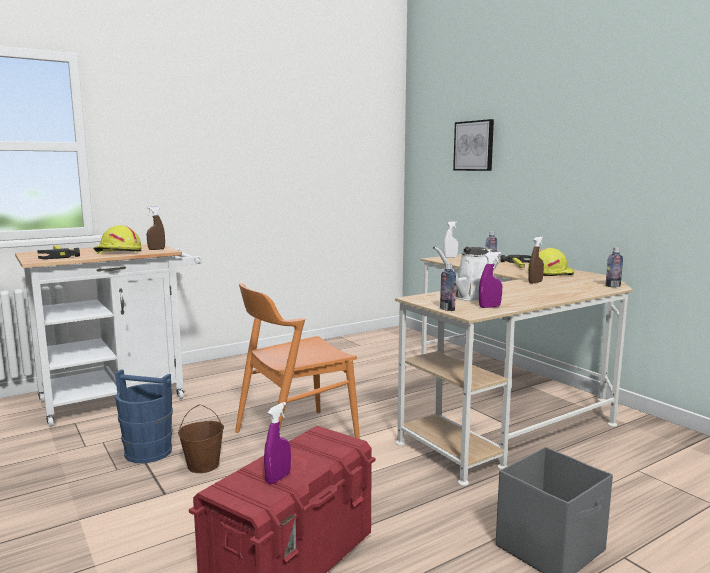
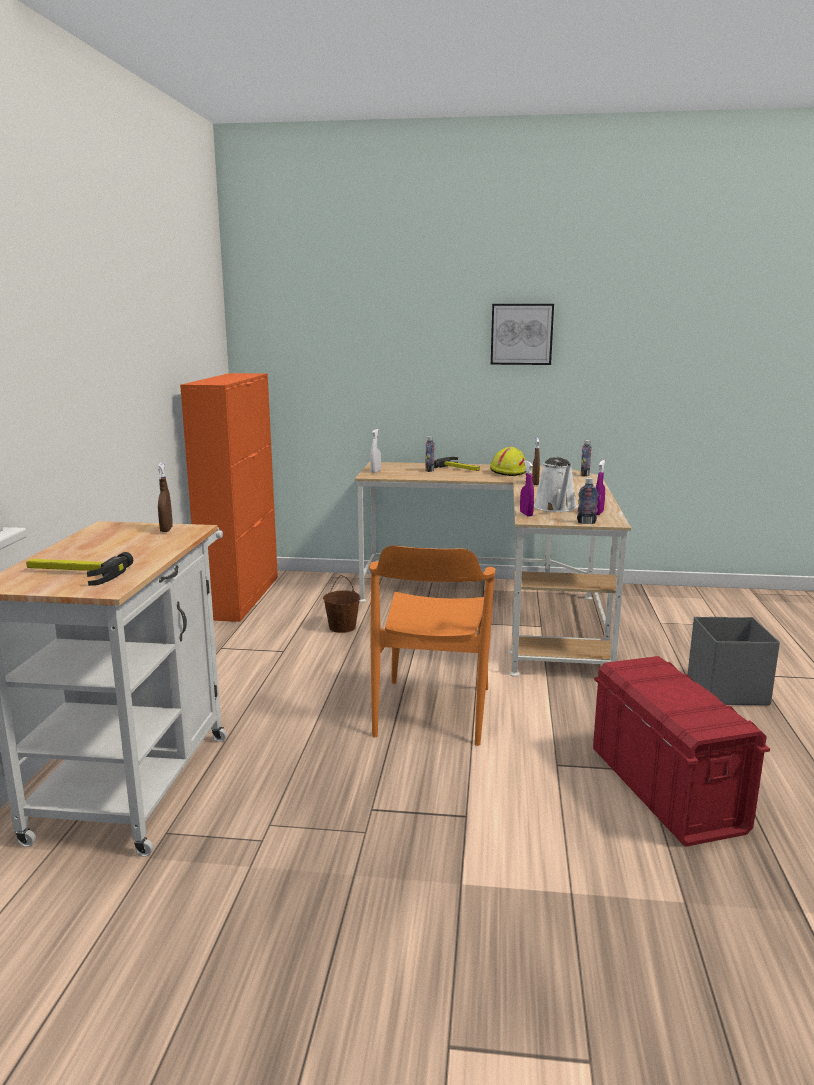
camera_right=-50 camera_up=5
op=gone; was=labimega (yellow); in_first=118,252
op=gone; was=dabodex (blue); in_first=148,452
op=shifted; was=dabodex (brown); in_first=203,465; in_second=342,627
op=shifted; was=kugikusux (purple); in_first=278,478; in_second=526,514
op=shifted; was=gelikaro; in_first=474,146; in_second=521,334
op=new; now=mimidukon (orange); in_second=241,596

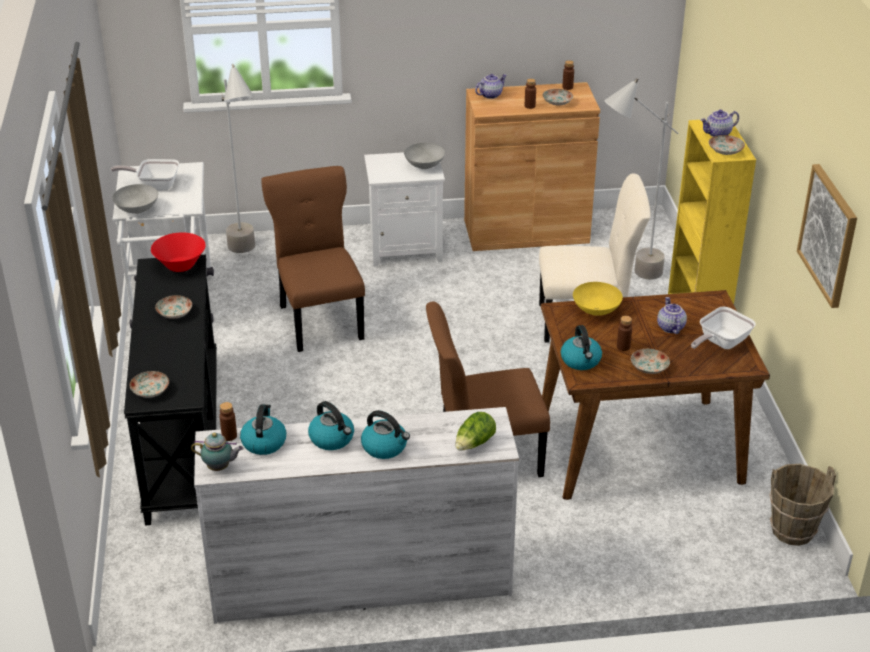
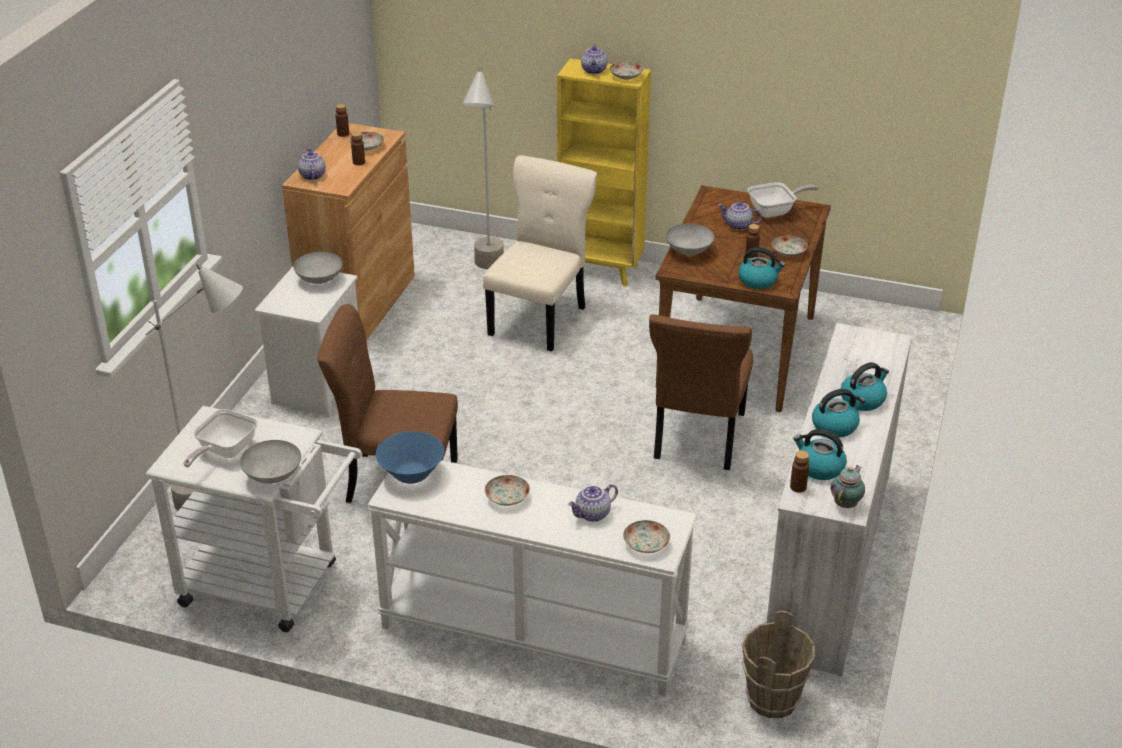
camera_right=-65 camera_up=0
op=repainted; was=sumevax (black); now=sumevax (white); in_first=181,437; in_second=531,635
op=repainted; was=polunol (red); now=polunol (blue); in_first=180,265; in_second=411,474
op=gone; was=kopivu; in_first=474,443
op=repainted; was=polunol (yellow); now=polunol (grey); in_first=597,310; in_second=689,251
op=rotated; was=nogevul; in_first=720,343; in_second=775,211; clockwise=-90
op=shifted; was=dabodex (brown); in_first=793,531; in_second=773,700
op=gone; was=gelikaro; in_first=828,235
op=new; now=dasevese; in_second=593,515

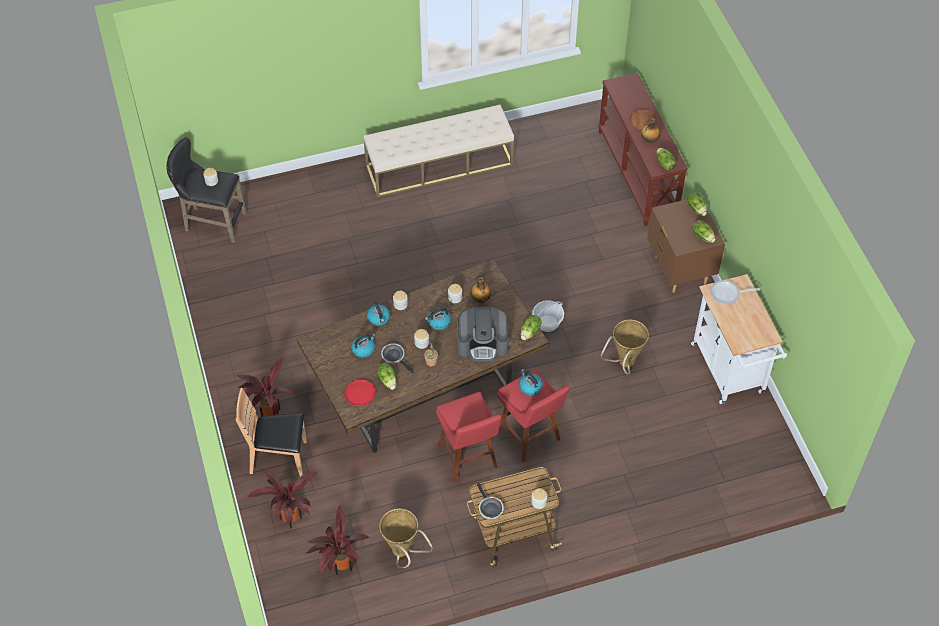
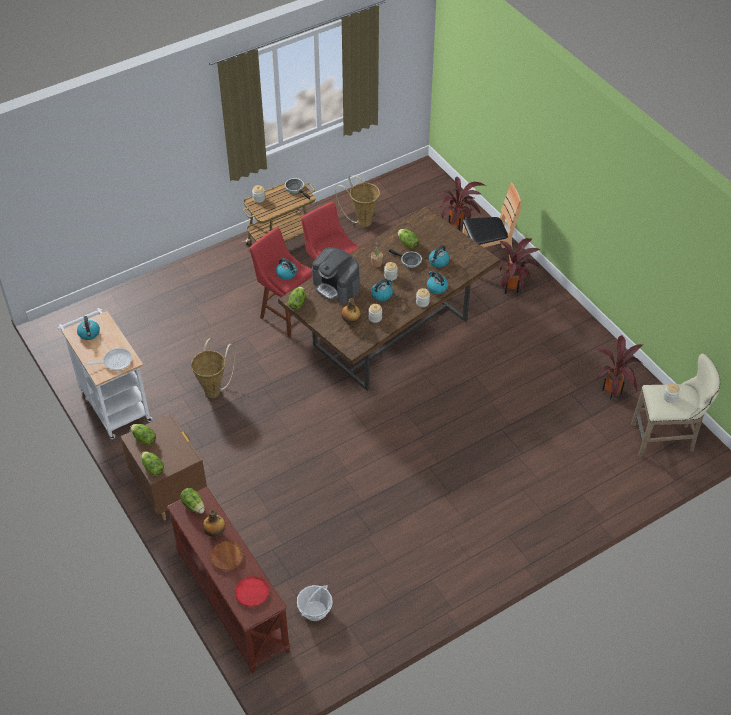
camera_right=165 camera_up=-5
op=repainted; was=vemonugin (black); now=vemonugin (beige); in_first=212,222; in_second=666,439
op=shifted; was=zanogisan; in_first=340,565; in_second=614,392
op=shifted; was=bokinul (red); in_first=360,394; in_second=252,592
op=gone; was=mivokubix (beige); in_first=439,165
op=rotated; was=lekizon; in_first=483,343; in_second=336,286; clockwise=-120
op=shifted; was=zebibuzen; in_first=547,323; in_second=315,610
op=new; now=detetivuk; in_second=89,333

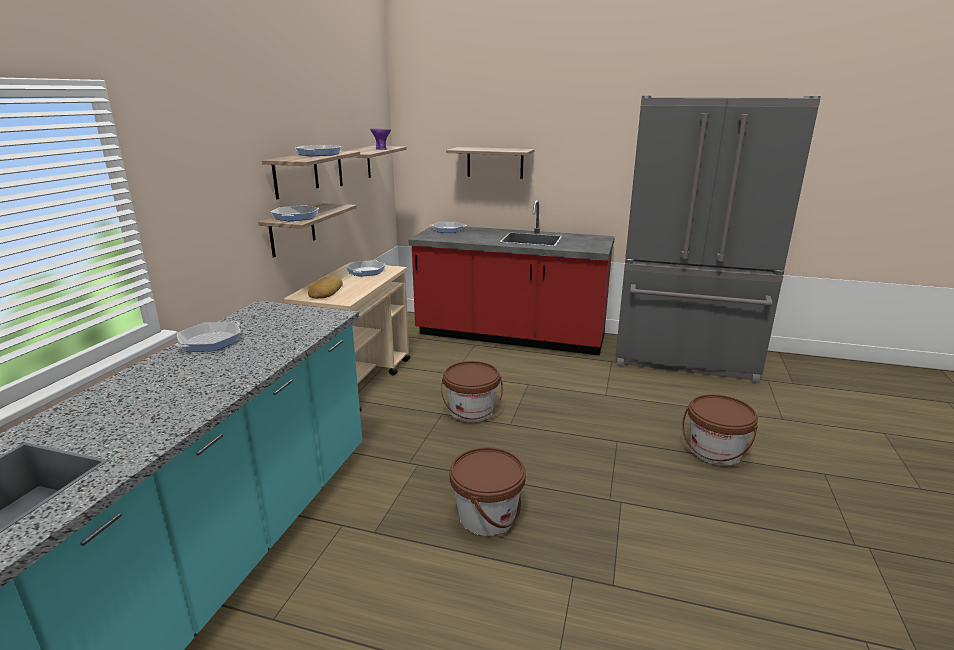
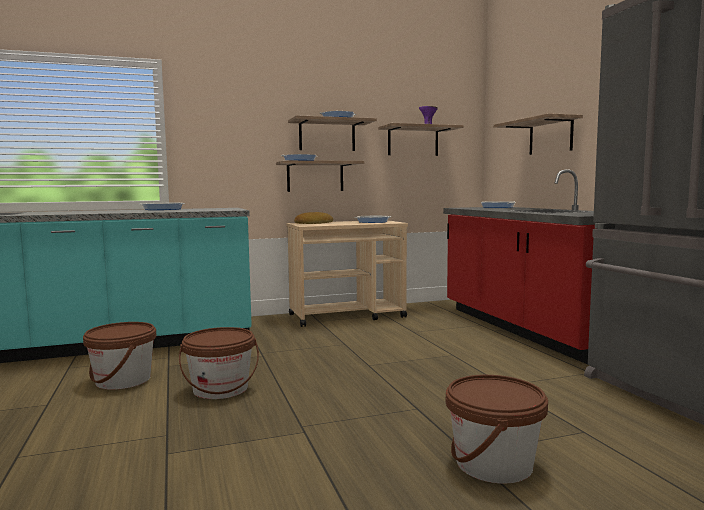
camera_right=55 camera_up=-15
op=shifted; was=dabodex (brown); in_first=471,411; in_second=123,380

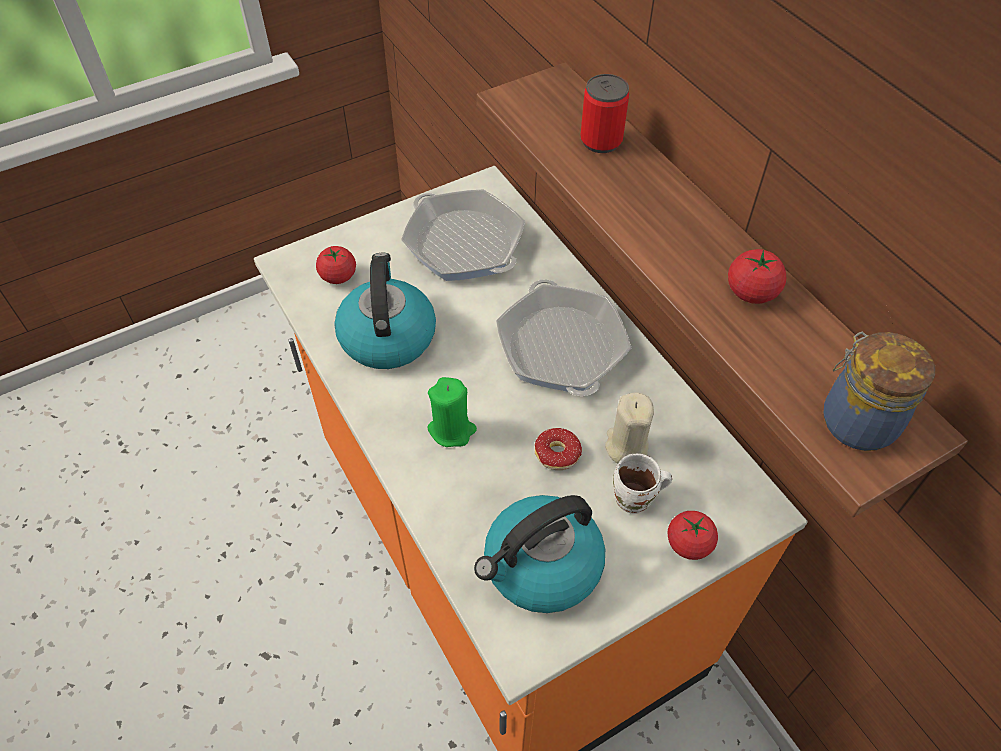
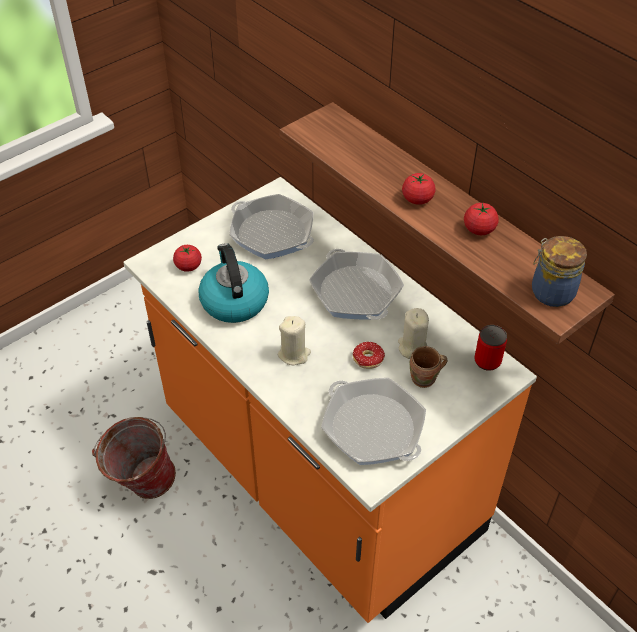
camera_right=-10 camera_up=-5
op=repainted; was=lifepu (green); now=lifepu (beige); in_first=452,430; in_second=294,354
op=swapped; was=detetivuk; now=nogevul; in_first=541,566; in_second=373,427
op=shifted; was=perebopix; in_first=601,141; in_second=487,361
op=repainted; was=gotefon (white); now=gotefon (brown); in_first=635,500; in_second=425,379
op=shifted; was=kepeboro; in_first=689,544; in_second=417,199
op=new; now=dabodex; in_second=141,484

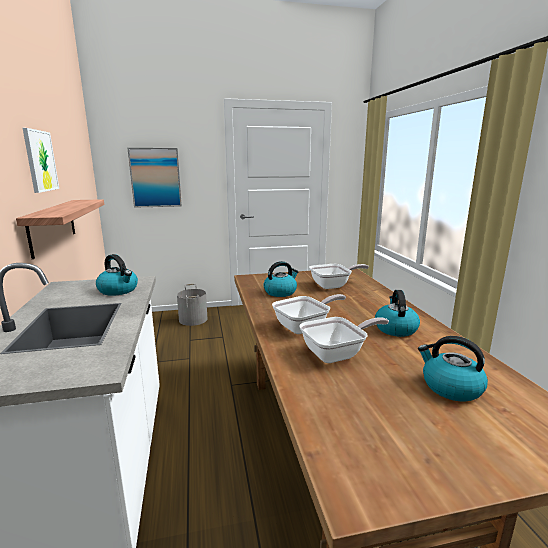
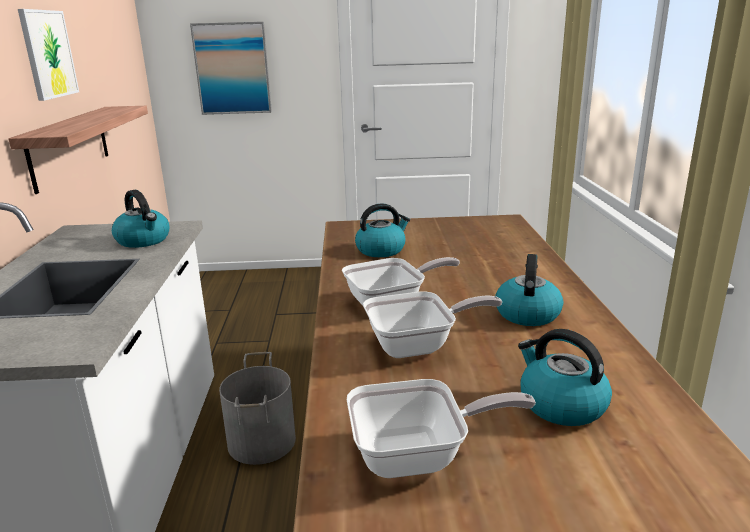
camera_right=10 camera_up=5
op=shifted; was=dabodex (grey); in_first=193,319; in_second=263,441
op=shifted; was=nogevul; in_first=333,285; in_second=419,456

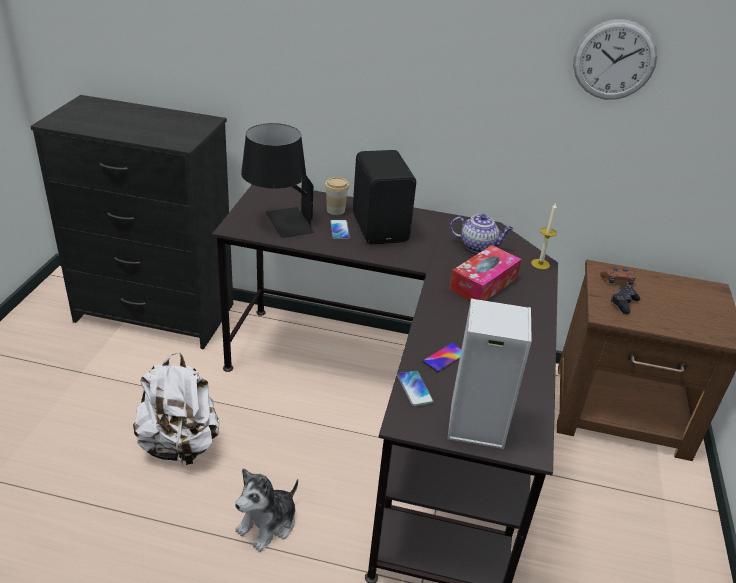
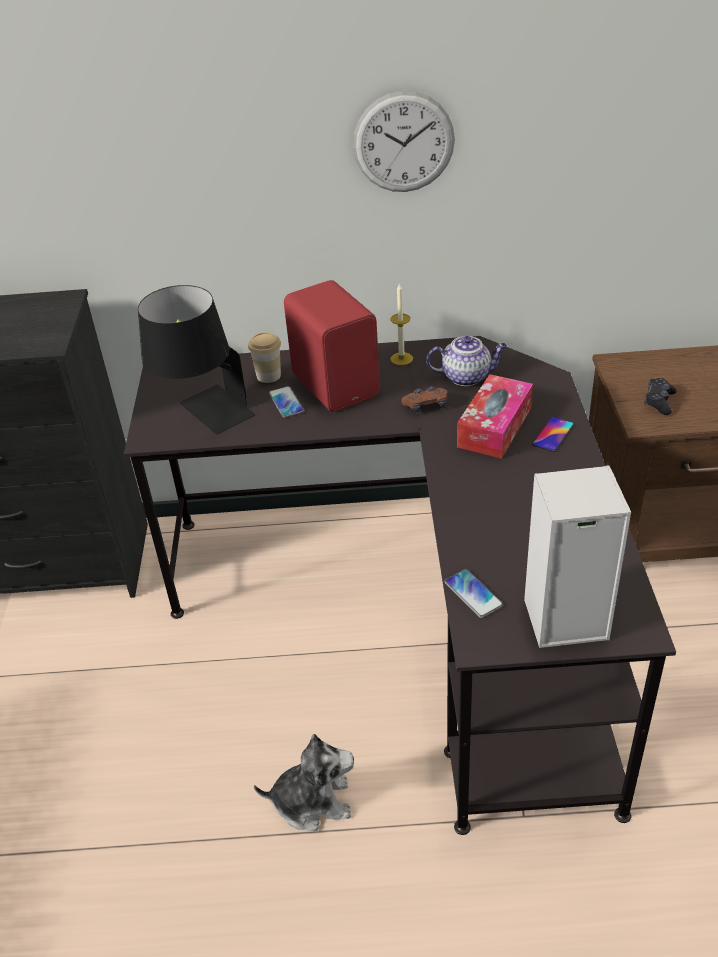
camera_right=-10 camera_up=5
op=gone; was=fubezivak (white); in_first=180,445
op=rotated; was=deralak; in_first=268,524; in_second=312,801; clockwise=-120
op=repainted; was=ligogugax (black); now=ligogugax (red); in_first=381,227; in_second=337,384
op=shifted; was=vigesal; in_first=444,357; in_second=553,434
op=shifted; was=lifepu; in_first=540,264; in_second=401,359
op=shifted; was=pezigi; in_first=614,60; in_second=403,142
op=shifted; was=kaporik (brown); in_first=617,281; in_second=426,405

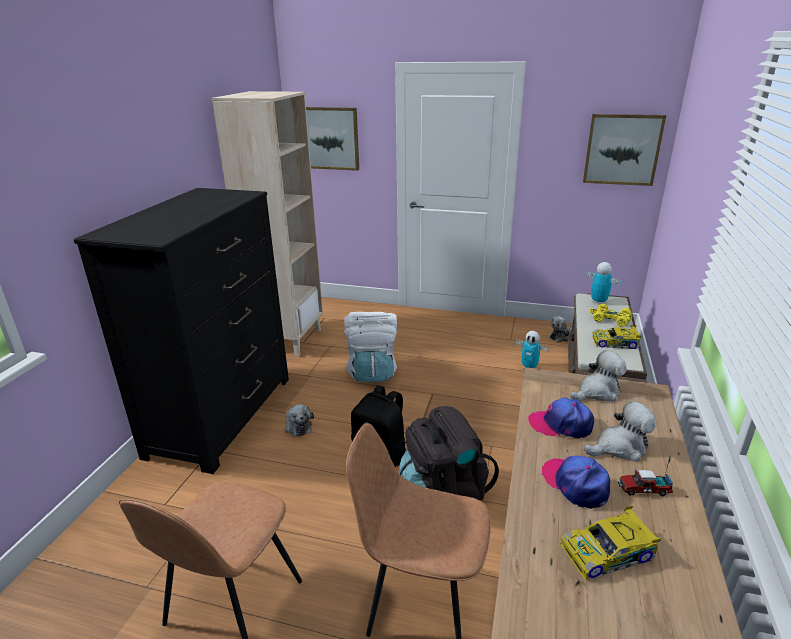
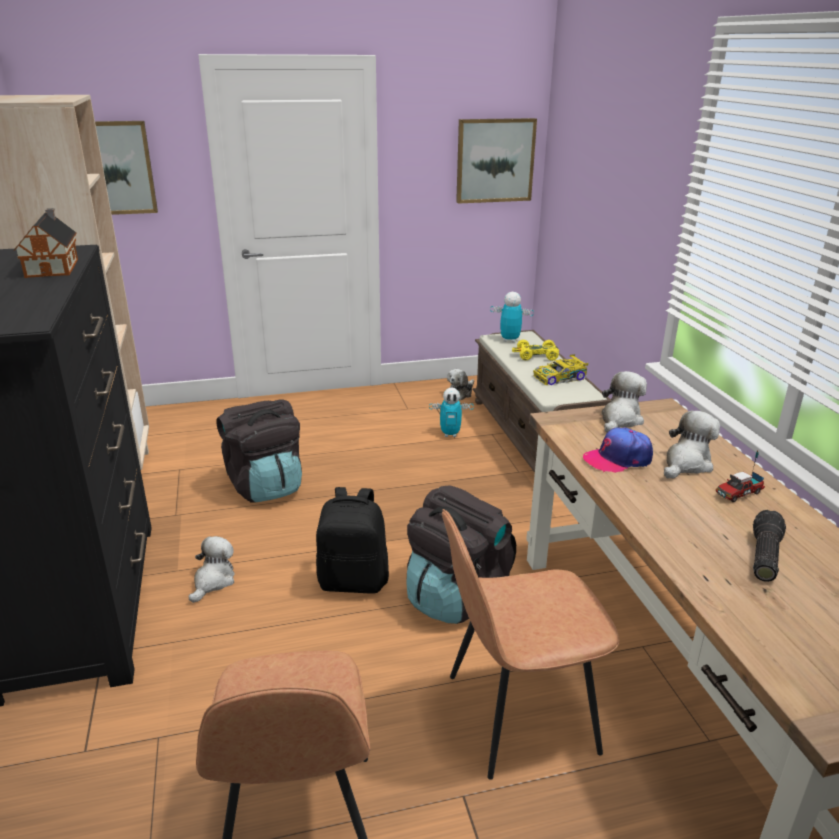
camera_right=-30 camera_up=0
op=rotated; was=deralak; in_first=298,426; in_second=213,581; clockwise=-105
op=repainted; was=fubezivak (white); now=fubezivak (black); in_first=372,371; in_second=265,486
op=gone; was=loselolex; in_first=575,484
op=swapped; was=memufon; now=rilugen; in_first=608,552; in_second=762,555
op=new; now=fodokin; in_second=53,267

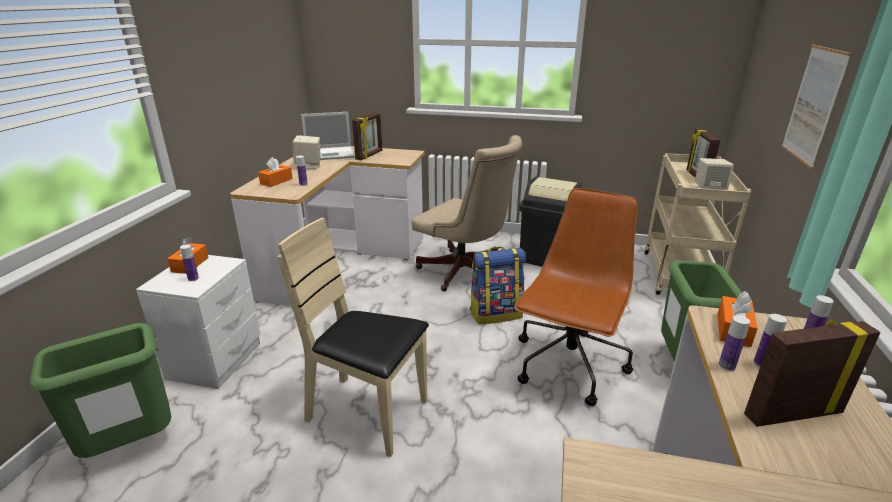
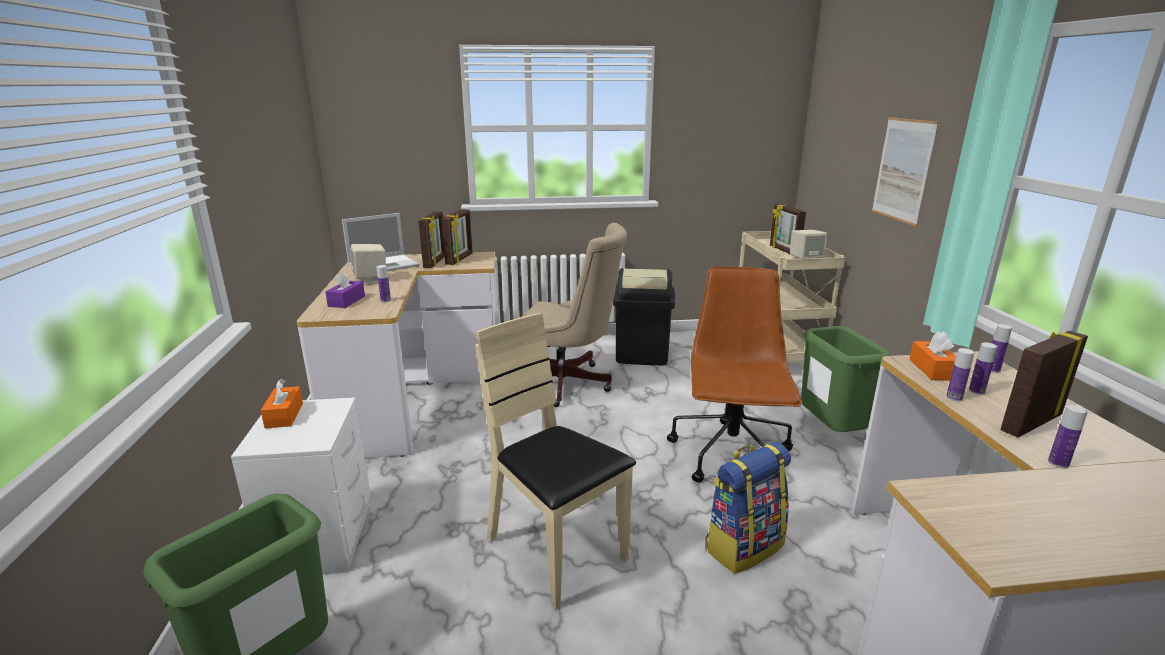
camera_right=-20 camera_up=-5
op=shifted; was=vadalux; in_first=193,278; in_second=1058,463
op=repainted; was=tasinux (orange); now=tasinux (purple); in_first=276,181; in_second=346,301
op=rotated; was=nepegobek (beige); in_first=367,413; in_second=555,551; clockwise=45
op=shifted; was=fubezivak; in_first=496,313; in_second=743,546
op=new; now=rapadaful; in_second=460,259

